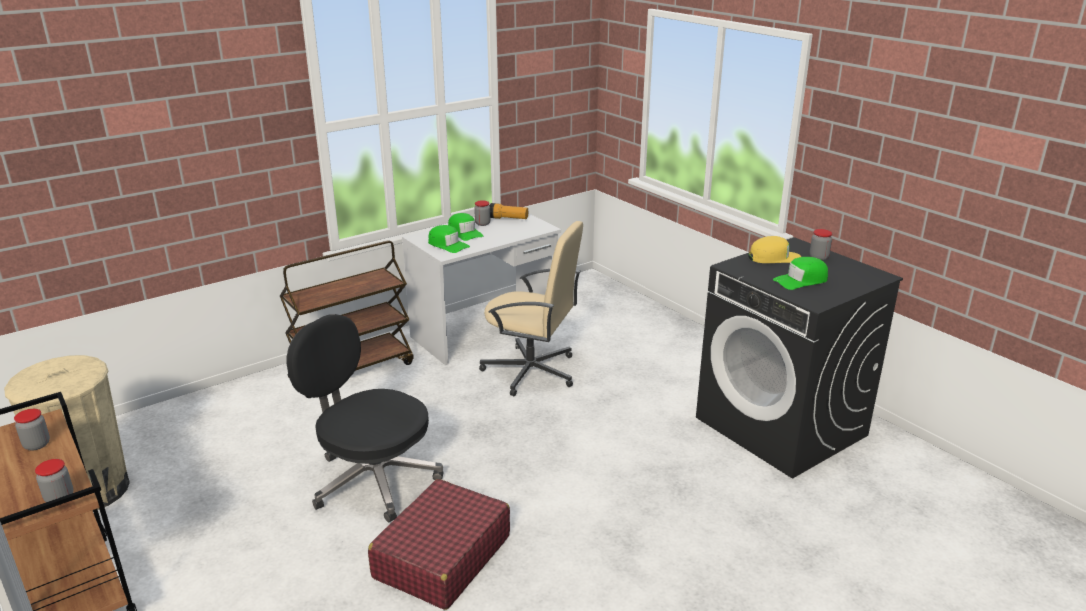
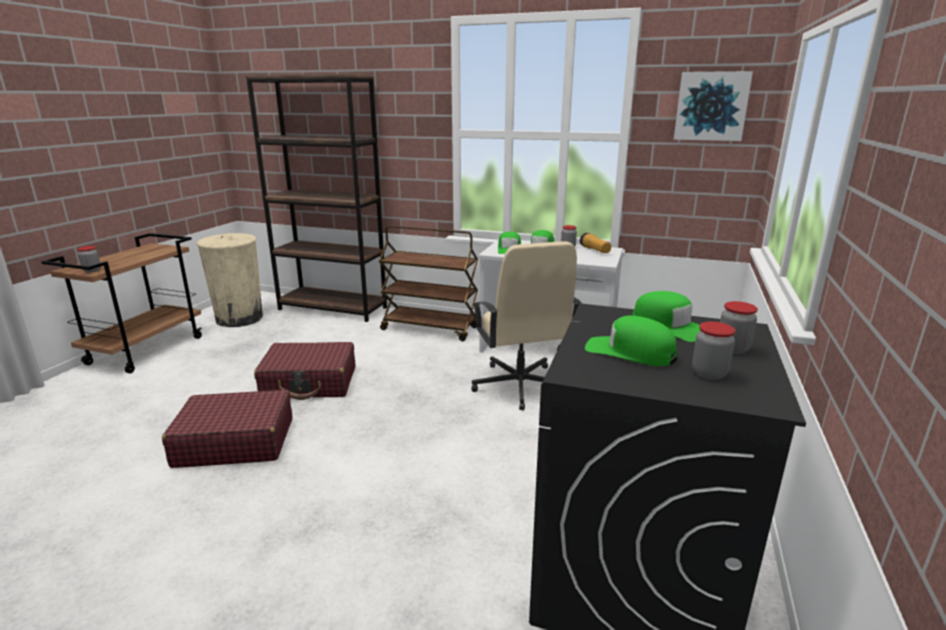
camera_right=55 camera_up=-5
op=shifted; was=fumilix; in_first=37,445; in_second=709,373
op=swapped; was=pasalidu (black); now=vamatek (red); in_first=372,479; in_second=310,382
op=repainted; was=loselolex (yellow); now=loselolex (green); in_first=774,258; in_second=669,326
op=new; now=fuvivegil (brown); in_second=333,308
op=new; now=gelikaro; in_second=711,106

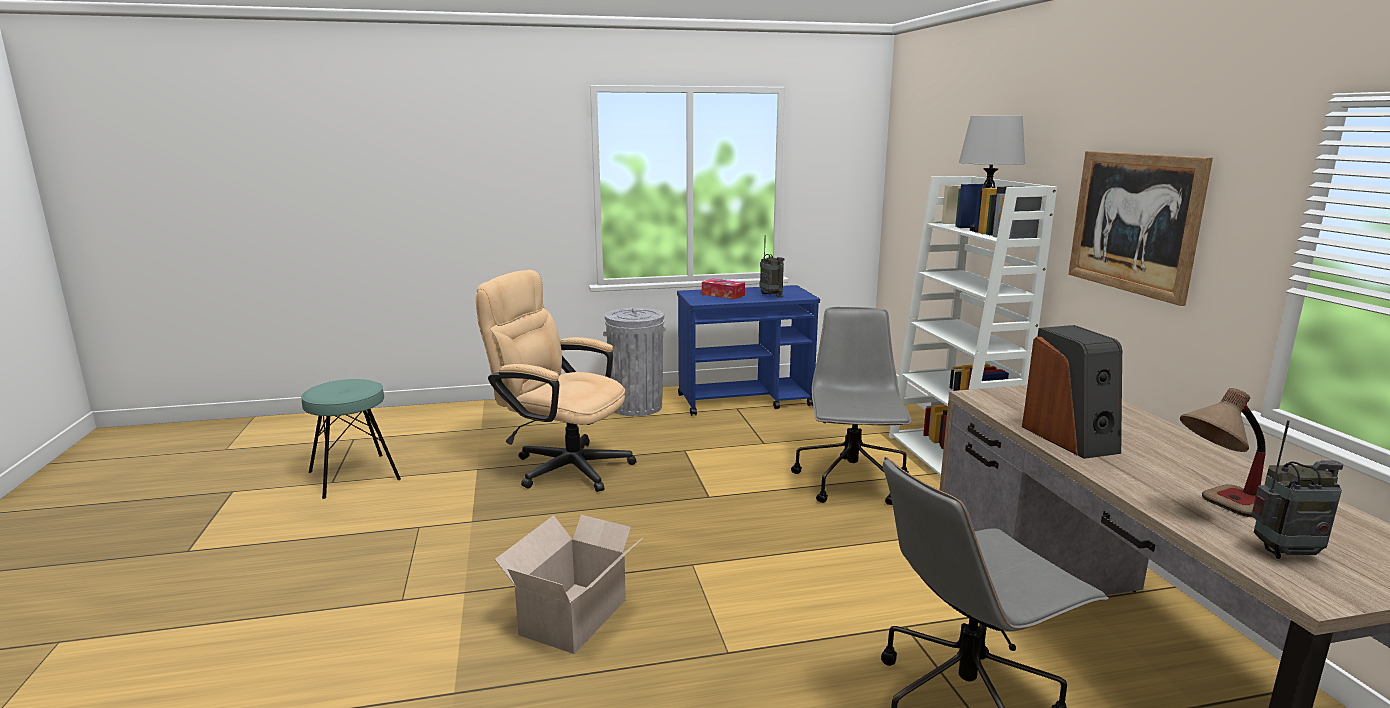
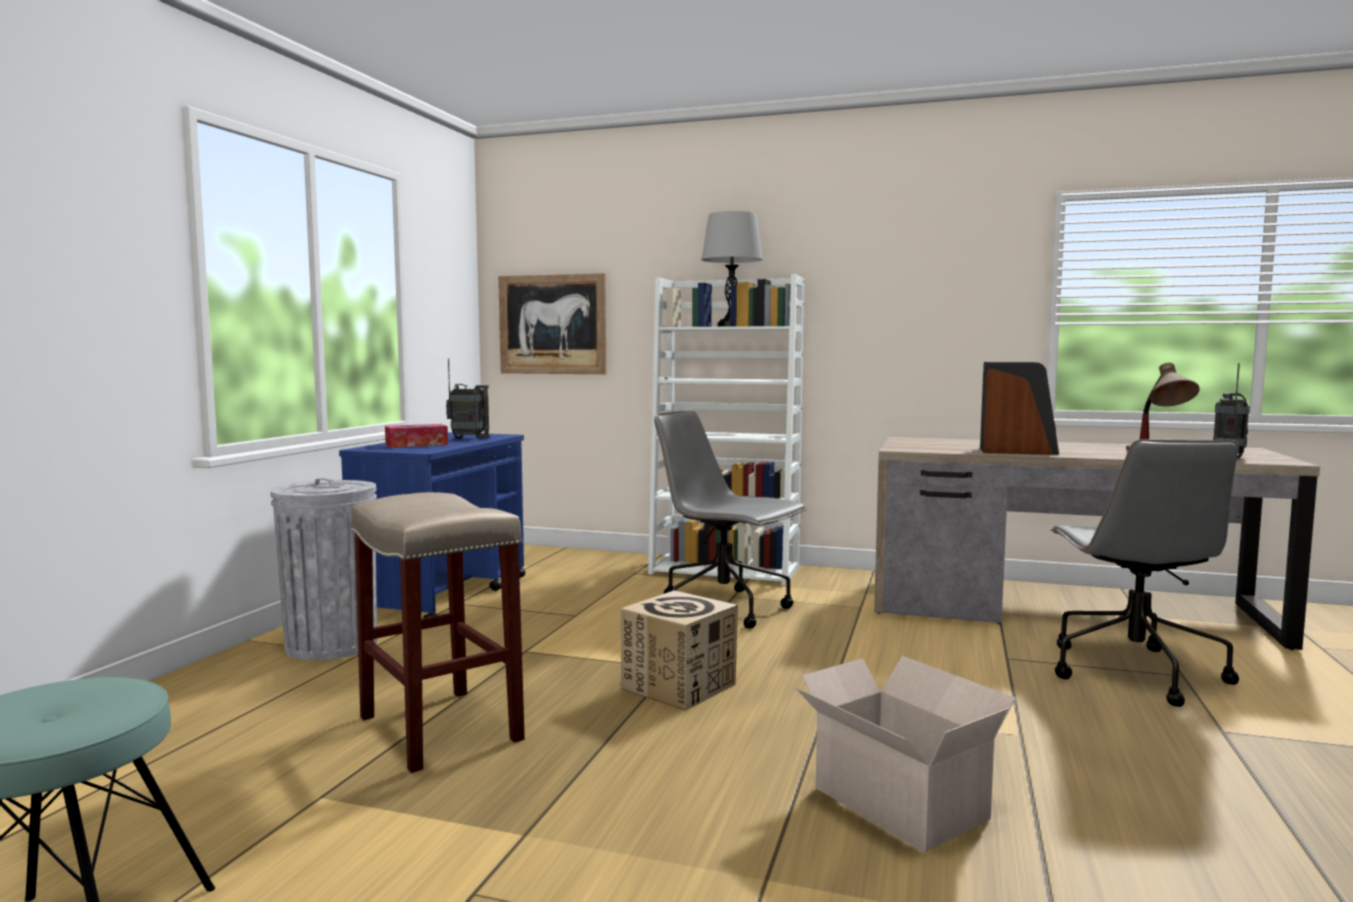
camera_right=-60 camera_up=-10
op=swapped; was=pasalidu (beige); now=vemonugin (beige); in_first=562,466; in_second=438,728
op=shifted; was=gelikaro; in_first=1134,223; in_second=552,324
op=new; now=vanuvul; in_second=679,686

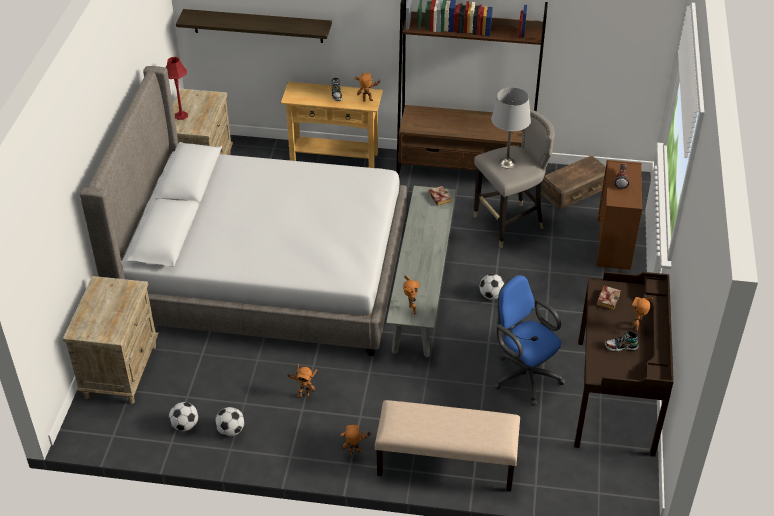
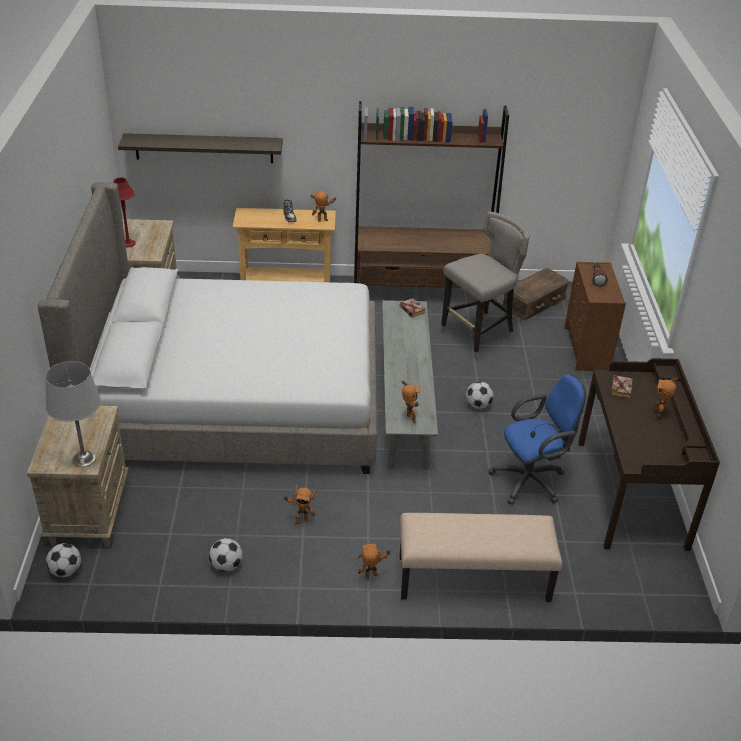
camera_right=-10 camera_up=-5
op=shifted; was=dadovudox; in_first=185,425; in_second=66,571
op=shifted; was=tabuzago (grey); in_first=506,163; in_second=83,459
op=rotated; was=pasalidu (blue); in_first=523,375; in_second=532,480; clockwise=120
op=gone; was=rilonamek; in_first=621,347

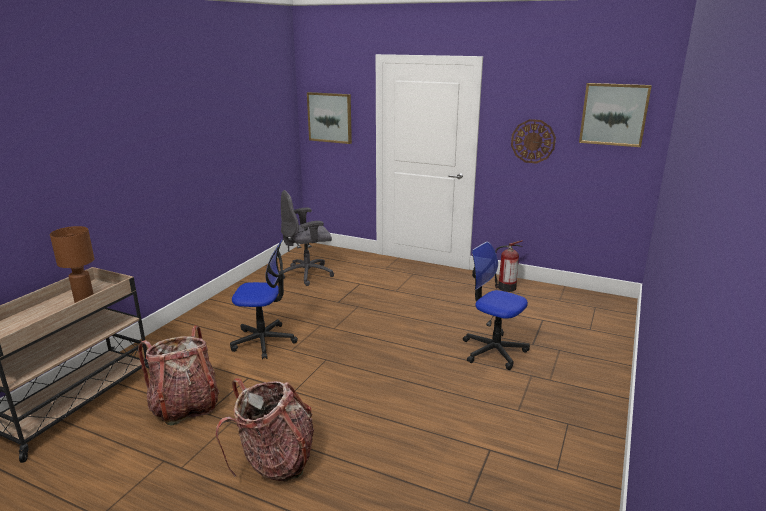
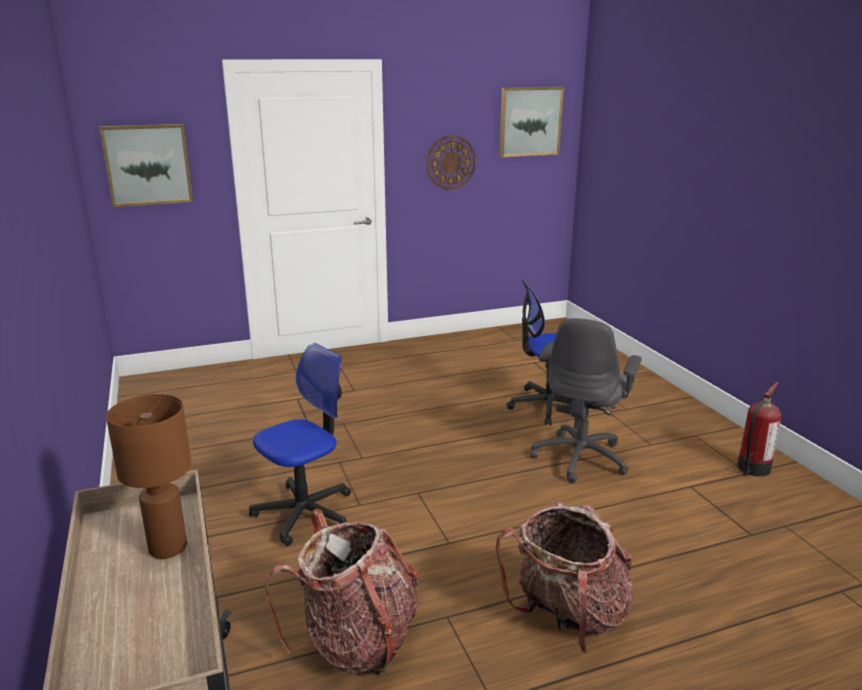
camera_right=-45 camera_up=0
op=shifted; was=pasalidu (grey); in_first=308,274; in_second=580,458
op=shifted; was=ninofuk; in_first=505,288; in_second=752,469

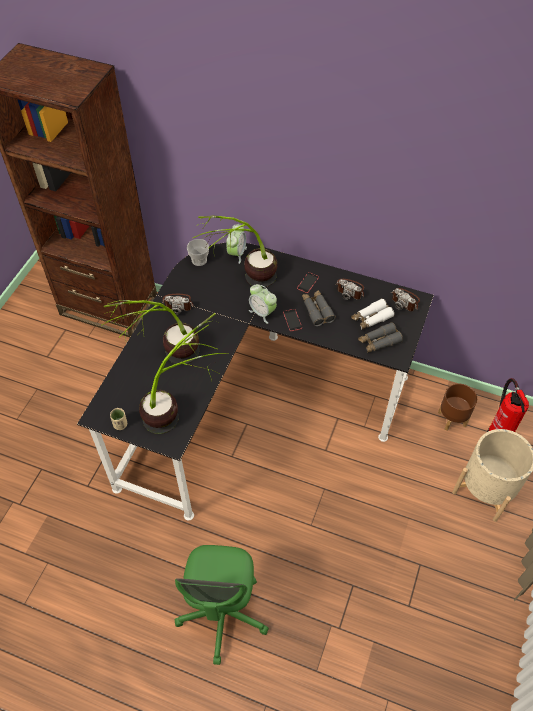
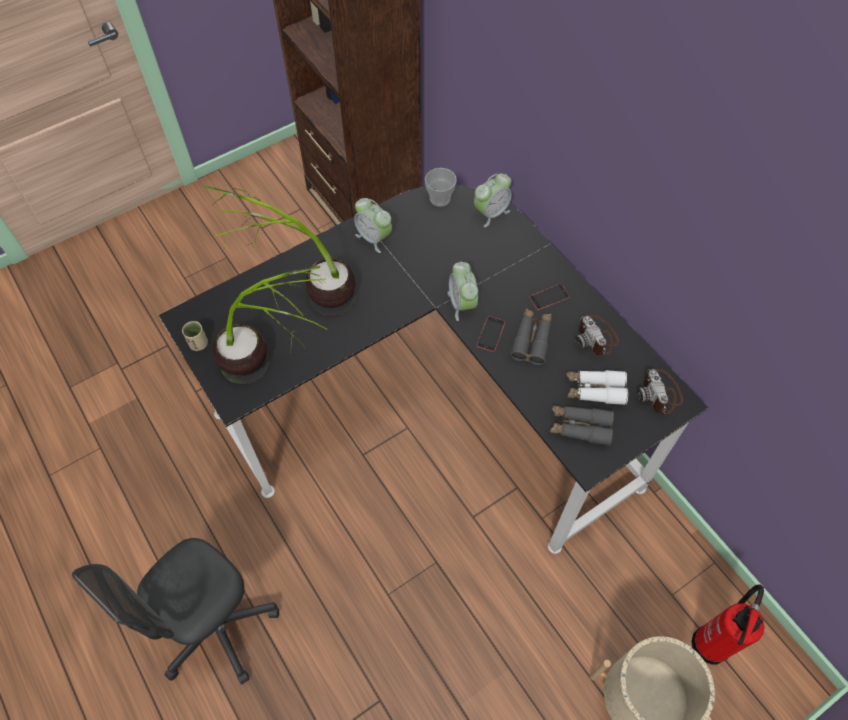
camera_right=35 camera_up=5
op=swapped; was=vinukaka; now=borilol; in_first=178,303; in_second=374,238
op=repainted; was=pasalidu (green); now=pasalidu (grey); in_first=223,615; in_second=217,627
op=gone; was=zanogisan; in_first=243,282
op=gone; was=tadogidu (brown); in_first=451,419

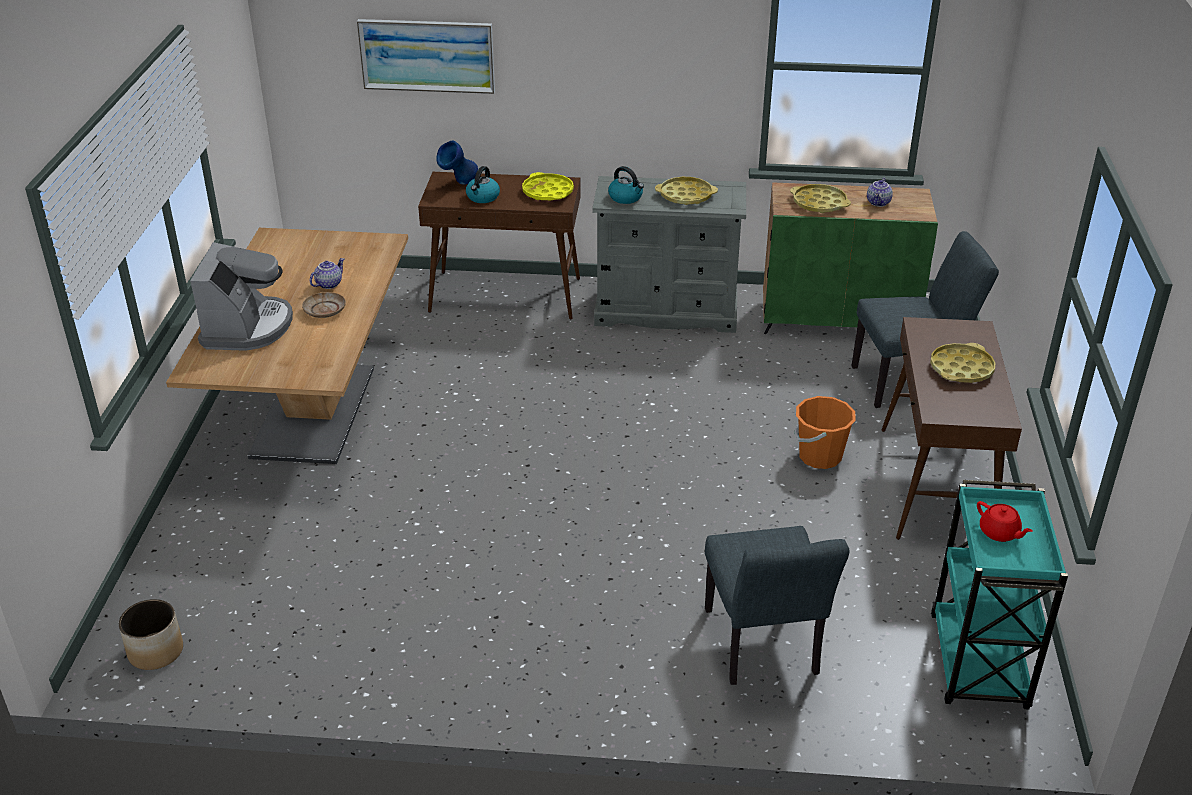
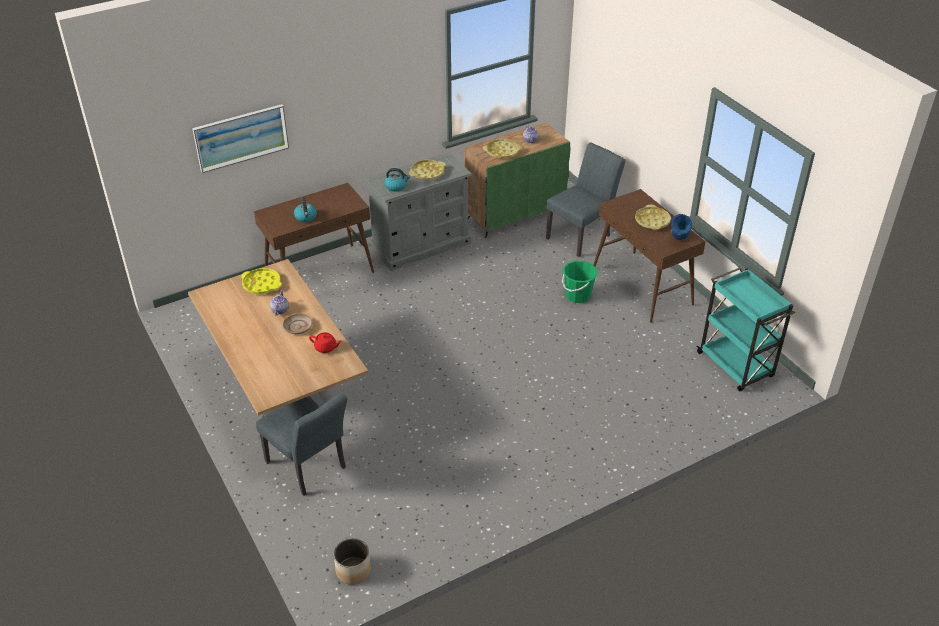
camera_right=-35 camera_up=5
op=gone; was=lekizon; in_first=247,327
op=shifted; was=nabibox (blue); in_first=458,185; in_second=678,241
op=shifted; was=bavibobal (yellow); in_first=547,192; in_second=261,284
op=shifted; was=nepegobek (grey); in_first=764,649; in_second=309,468
op=repainted; was=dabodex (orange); now=dabodex (green); in_first=820,456; in_second=577,295
op=shifted; was=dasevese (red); in_first=999,533; in_second=326,348

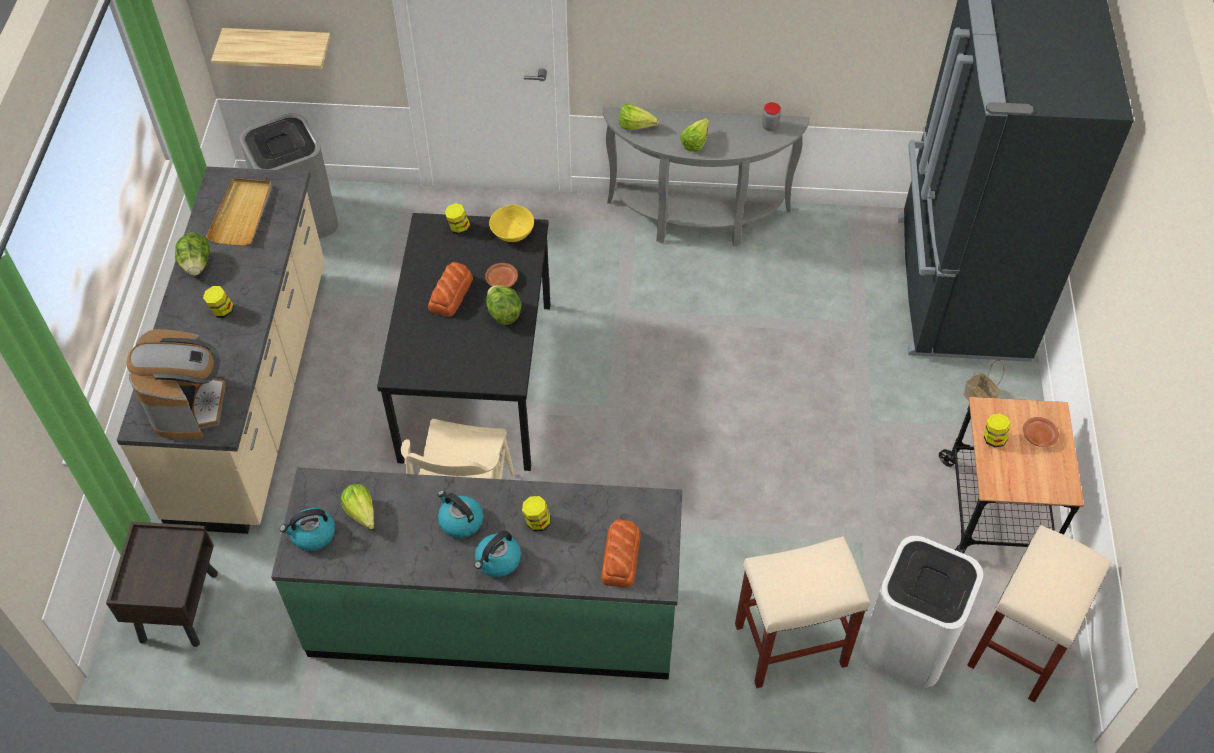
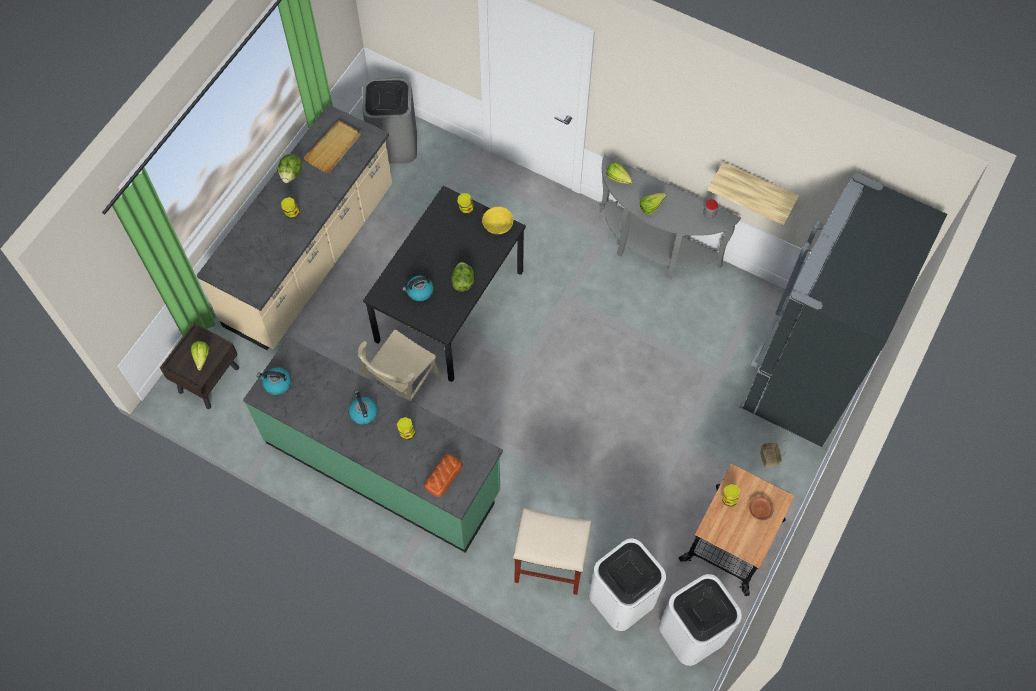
camera_right=25 camera_up=10
op=gone; was=lekizon; in_first=190,405
op=shifted; was=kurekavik; in_first=280,46; in_second=758,186
op=shifted; was=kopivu; in_first=362,517; in_second=201,360
op=gone; was=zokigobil; in_first=451,293
op=shifted; was=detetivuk; in_first=498,561; in_second=419,291
op=gone; was=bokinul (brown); in_first=501,279
op=swapped; was=vemonugin (beige); now=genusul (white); in_first=1019,645; in_second=692,631

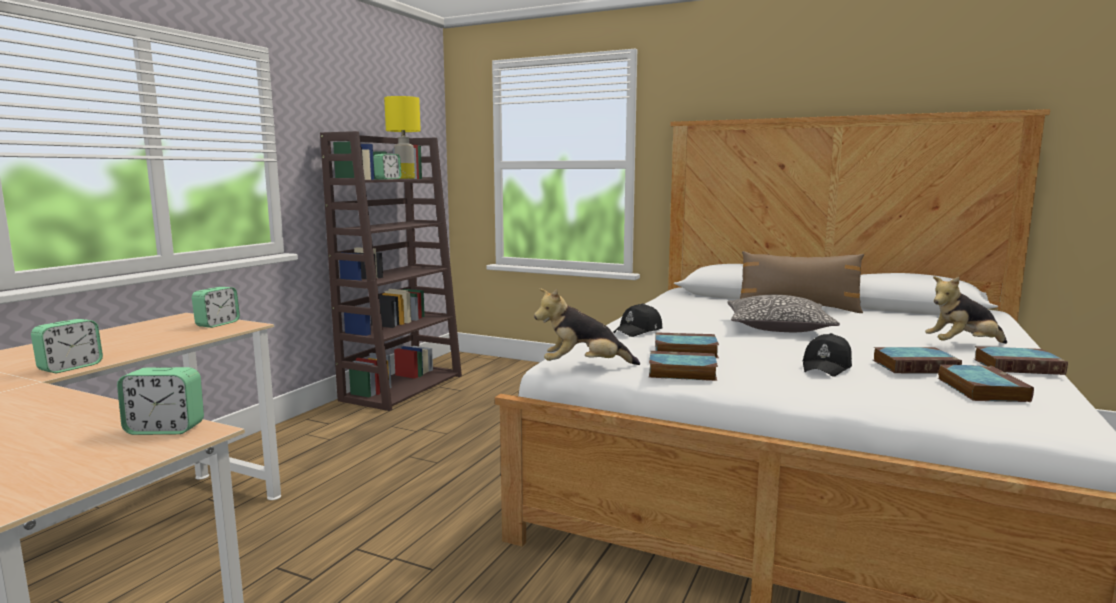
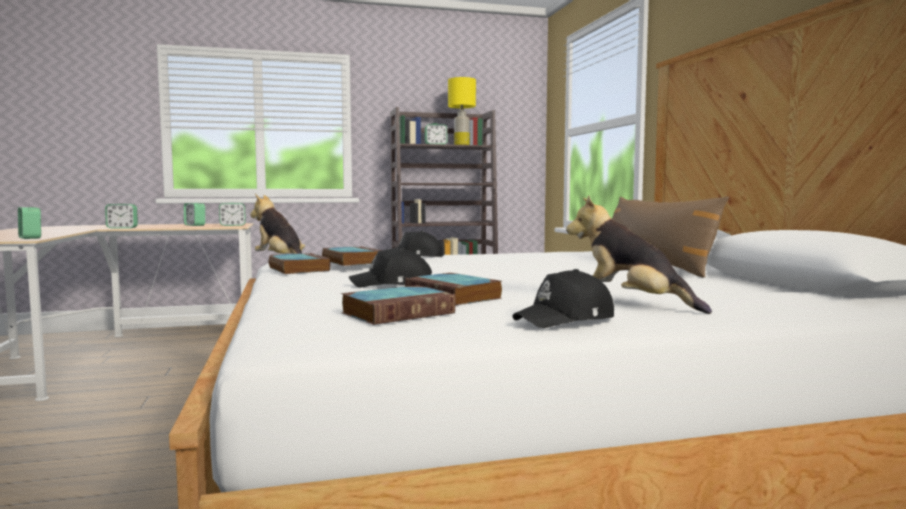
camera_right=50 camera_up=-5
op=gone; was=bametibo; in_first=777,328
op=swapped; was=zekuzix; now=loselolex (black); in_first=1019,366; in_second=566,319
op=new; now=borilol; in_second=195,225

